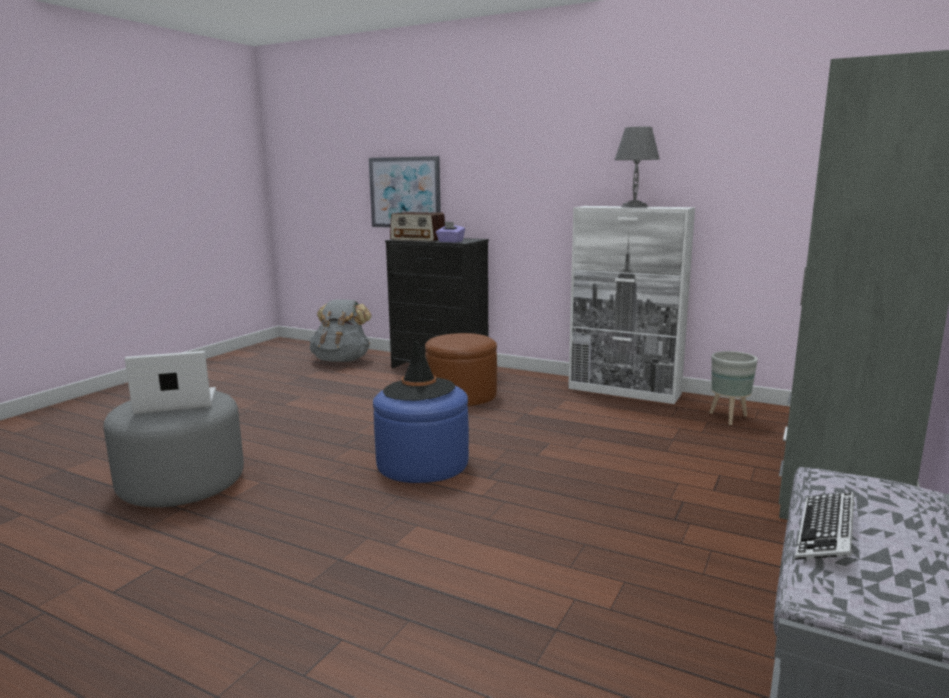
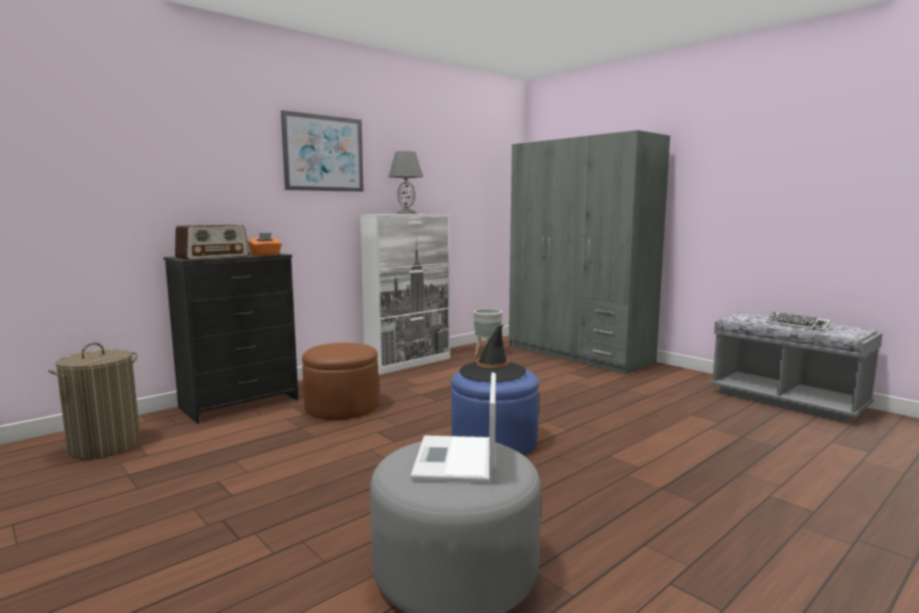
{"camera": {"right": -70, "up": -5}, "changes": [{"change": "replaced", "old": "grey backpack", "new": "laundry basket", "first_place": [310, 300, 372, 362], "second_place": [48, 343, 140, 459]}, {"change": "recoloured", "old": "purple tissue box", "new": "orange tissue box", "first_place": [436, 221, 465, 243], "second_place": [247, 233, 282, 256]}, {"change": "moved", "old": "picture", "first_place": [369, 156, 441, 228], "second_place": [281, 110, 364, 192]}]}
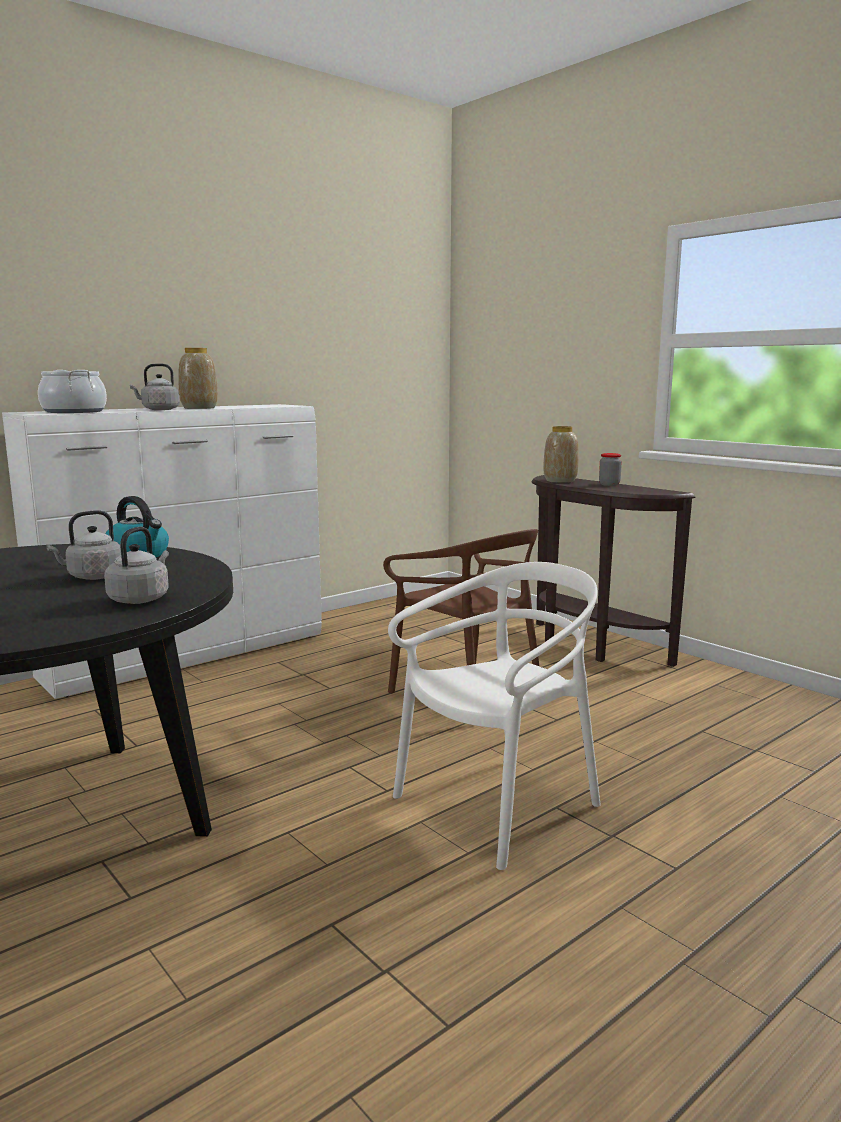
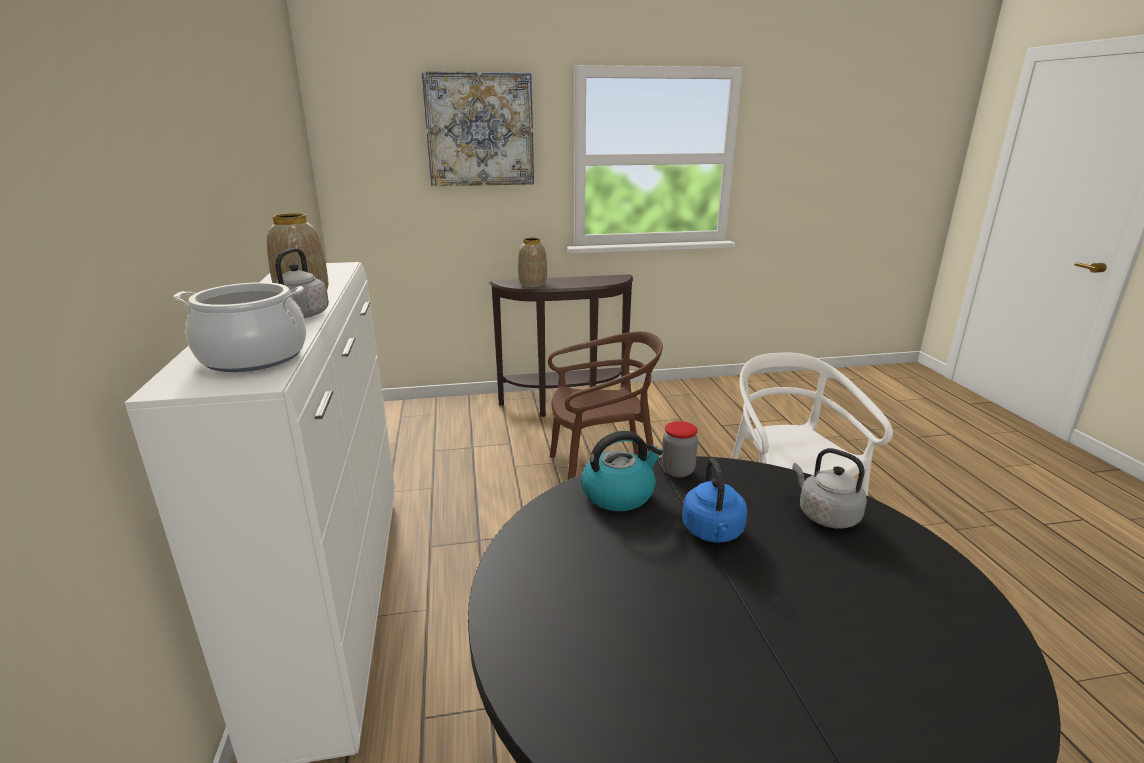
{"camera": {"right": -60, "up": 10}, "changes": [{"change": "added", "new": "picture", "second_place": [421, 71, 534, 186]}, {"change": "moved", "old": "jar", "first_place": [599, 453, 622, 486], "second_place": [661, 421, 698, 478]}, {"change": "recoloured", "old": "grey kettle", "new": "blue kettle", "first_place": [46, 510, 121, 580], "second_place": [683, 458, 747, 543]}]}
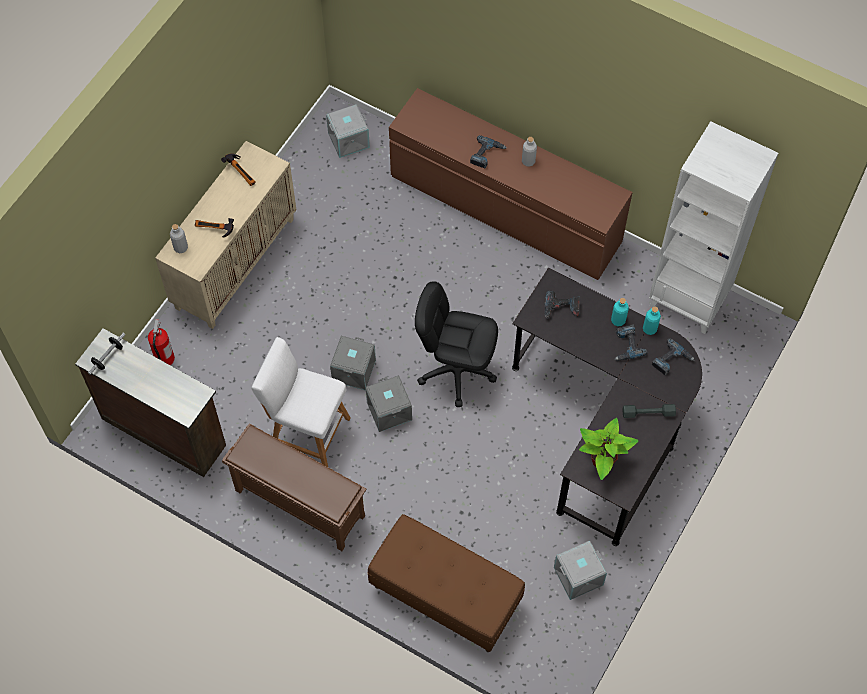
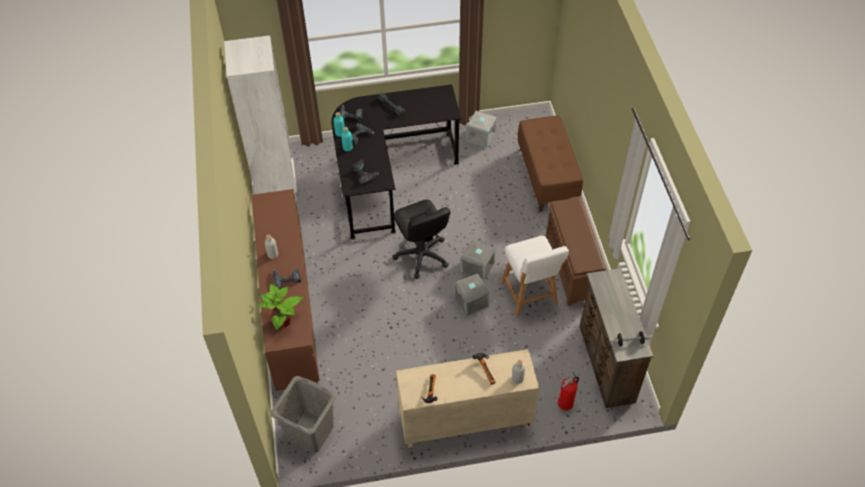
{"camera": {"right": -130, "up": -10}, "changes": [{"change": "moved", "old": "potted plant", "first_place": [579, 418, 639, 480], "second_place": [258, 284, 303, 330]}, {"change": "replaced", "old": "grey storage box", "new": "grey laundry basket", "first_place": [326, 104, 370, 158], "second_place": [270, 376, 337, 453]}]}
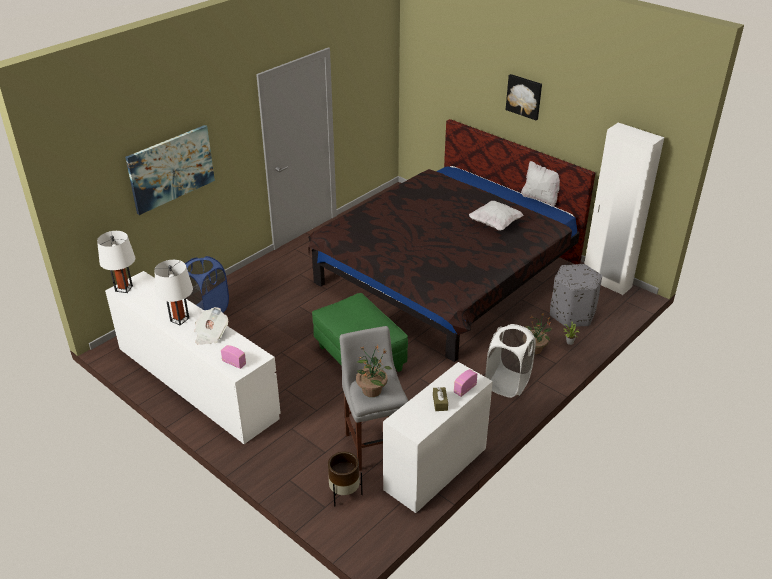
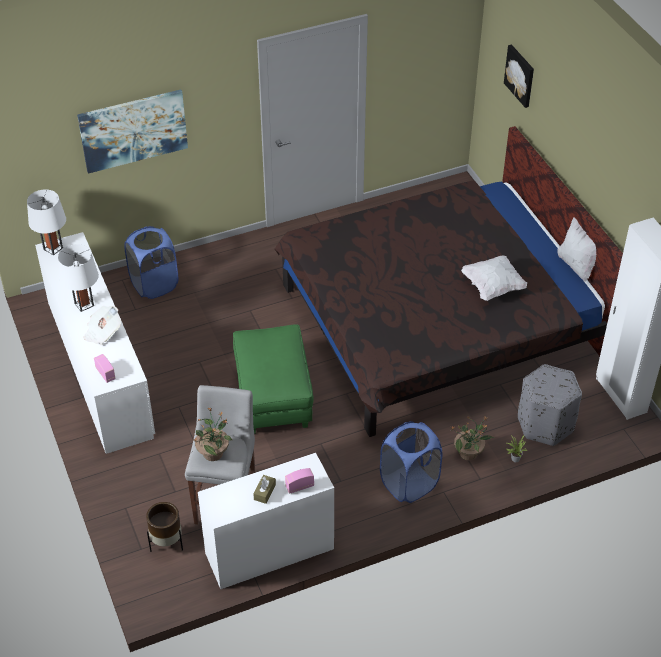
{"camera": {"right": 25, "up": 10}, "changes": [{"change": "recoloured", "old": "white laundry basket", "new": "blue laundry basket", "first_place": [485, 324, 536, 398], "second_place": [380, 421, 442, 503]}, {"change": "moved", "old": "picture", "first_place": [506, 74, 542, 120], "second_place": [504, 45, 534, 108]}]}
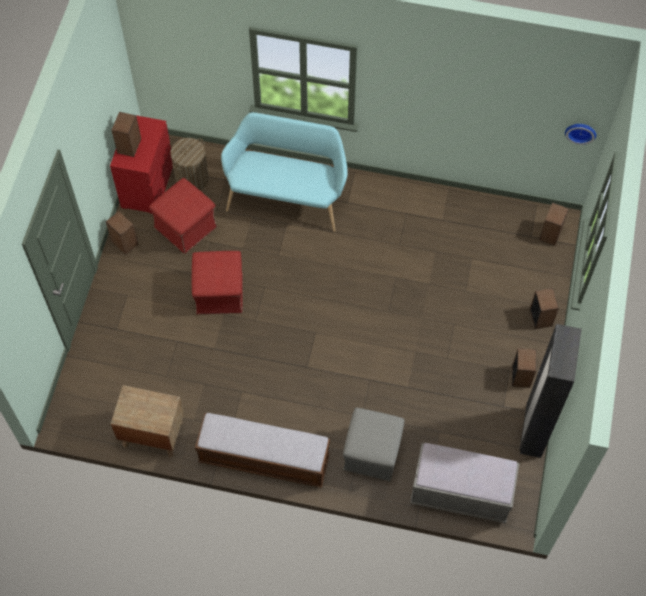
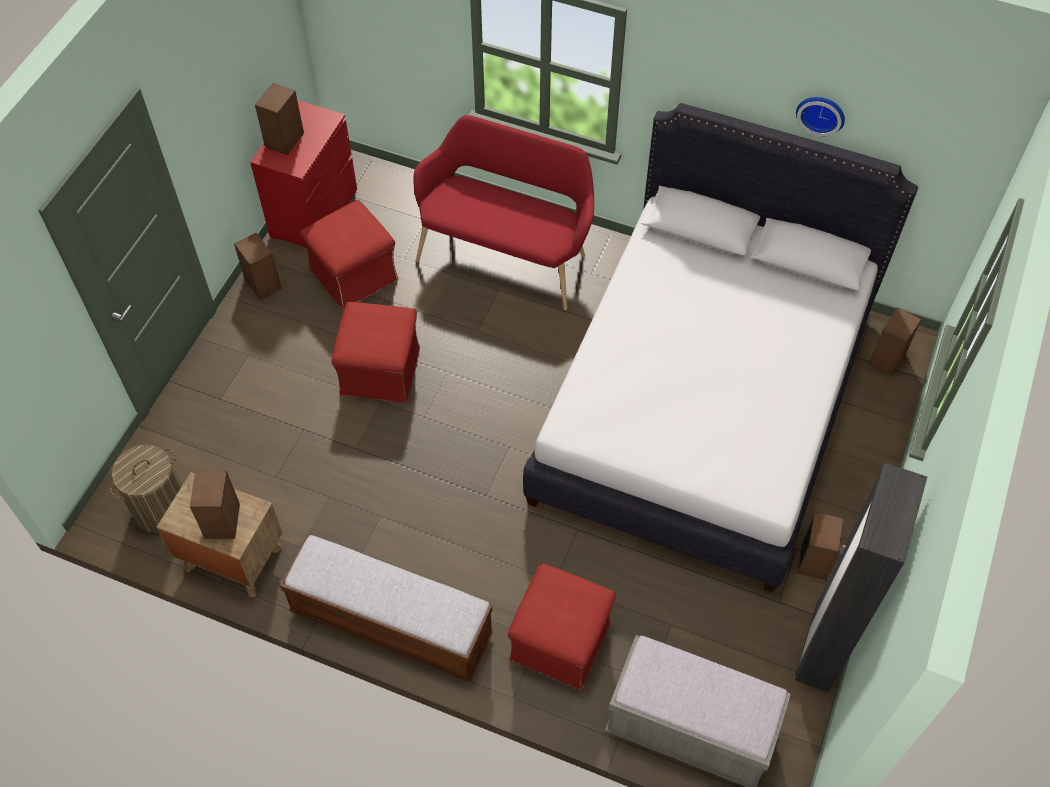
{"camera": {"right": 10, "up": -5}, "changes": [{"change": "moved", "old": "laundry basket", "first_place": [170, 138, 209, 191], "second_place": [110, 445, 182, 533]}, {"change": "moved", "old": "speaker", "first_place": [530, 288, 559, 329], "second_place": [190, 471, 240, 539]}, {"change": "recoloured", "old": "turquoise bench", "new": "red bench", "first_place": [221, 112, 348, 232], "second_place": [414, 115, 594, 310]}, {"change": "recoloured", "old": "grey ottoman", "new": "red ottoman", "first_place": [343, 408, 405, 481], "second_place": [508, 563, 616, 690]}, {"change": "added", "new": "white bed", "second_place": [523, 103, 918, 592]}, {"change": "moved", "old": "wall clock", "first_place": [565, 124, 596, 145], "second_place": [796, 97, 845, 136]}]}
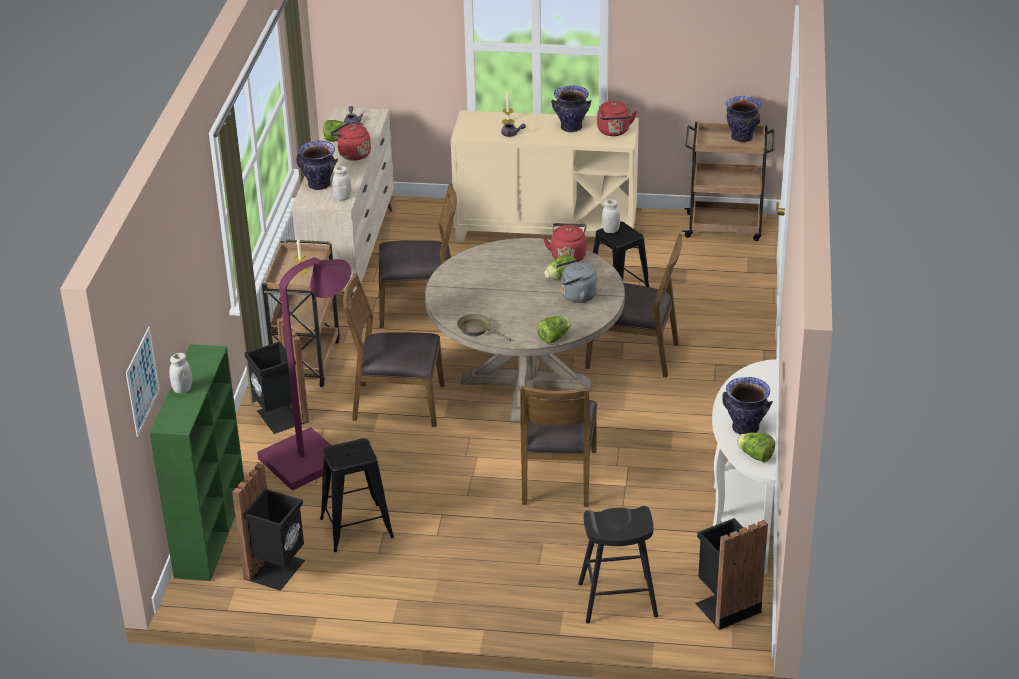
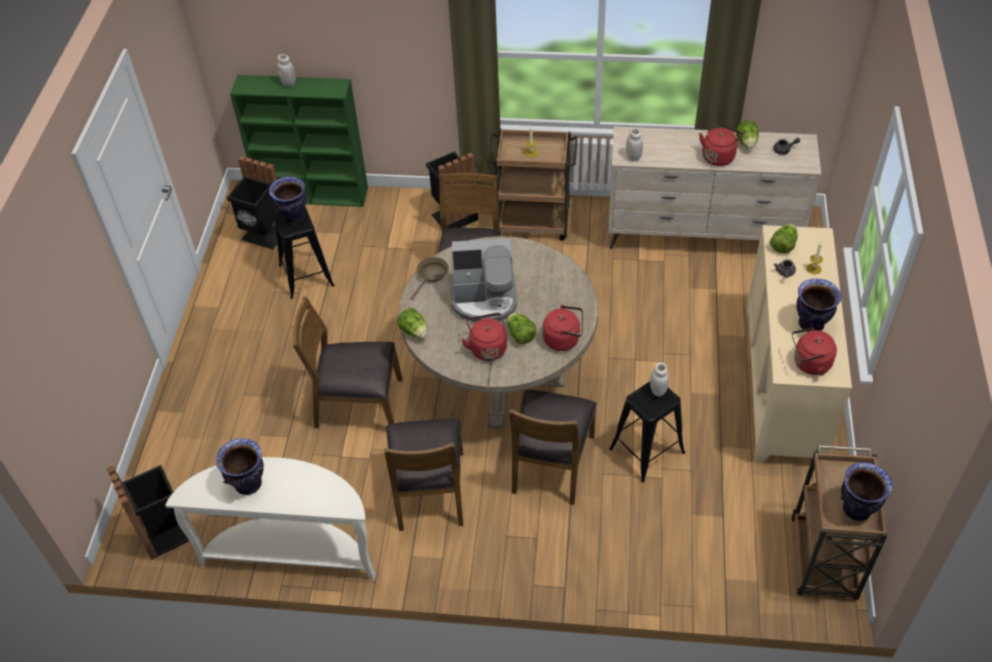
{"camera": {"right": 90, "up": 15}, "changes": [{"change": "moved", "old": "vase", "first_place": [296, 141, 338, 190], "second_place": [269, 176, 307, 224]}, {"change": "moved", "old": "brown chair", "first_place": [379, 183, 457, 328], "second_place": [384, 419, 463, 531]}, {"change": "added", "new": "coffee machine", "second_place": [449, 238, 517, 322]}, {"change": "recoloured", "old": "grey kettle", "new": "red kettle", "first_place": [556, 260, 597, 303], "second_place": [461, 313, 507, 361]}, {"change": "moved", "old": "lettuce", "first_place": [736, 432, 775, 462], "second_place": [770, 224, 798, 254]}, {"change": "removed", "old": "picture", "first_place": [126, 327, 160, 437]}, {"change": "removed", "old": "purple floor lamp", "first_place": [257, 257, 351, 491]}, {"change": "removed", "old": "black stool", "first_place": [578, 506, 658, 623]}]}
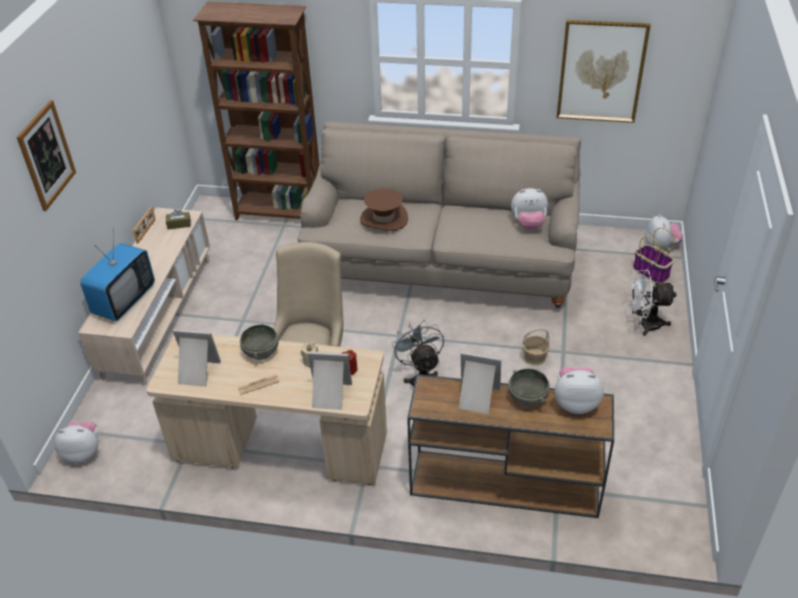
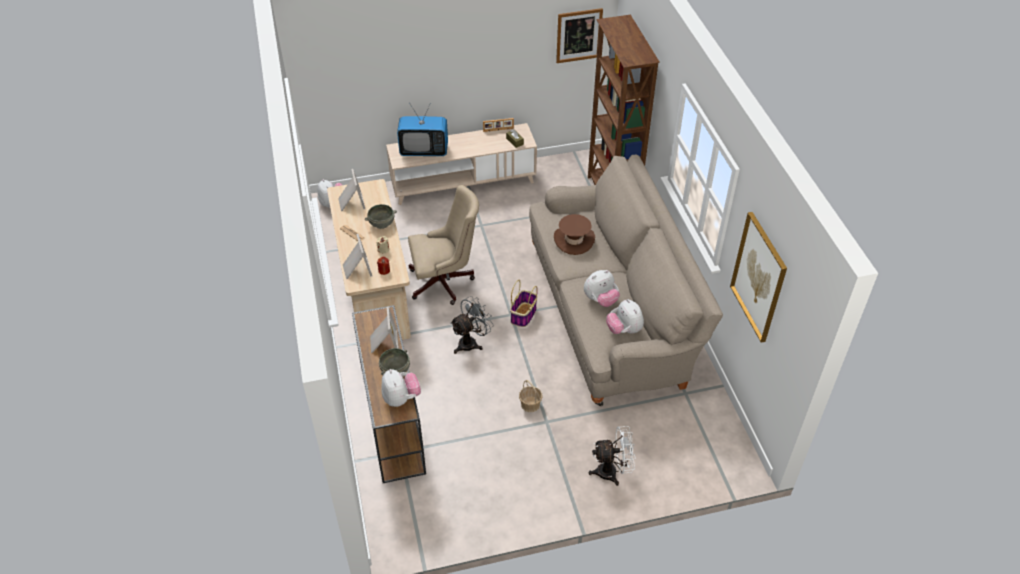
{"camera": {"right": 65, "up": 5}, "changes": [{"change": "moved", "old": "basket", "first_place": [633, 228, 675, 283], "second_place": [510, 280, 538, 327]}, {"change": "moved", "old": "picture", "first_place": [17, 100, 76, 211], "second_place": [556, 8, 603, 63]}, {"change": "moved", "old": "plush toy", "first_place": [646, 214, 683, 249], "second_place": [584, 270, 620, 307]}, {"change": "turned", "old": "white fan", "first_place": [630, 269, 676, 336], "second_place": [589, 426, 636, 486], "degrees": 105}]}
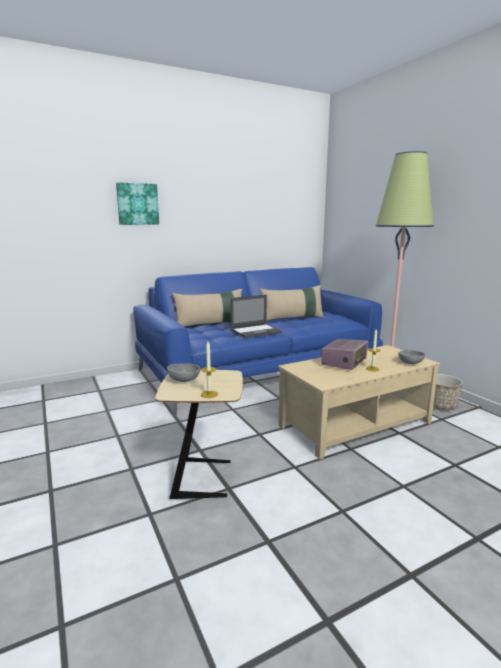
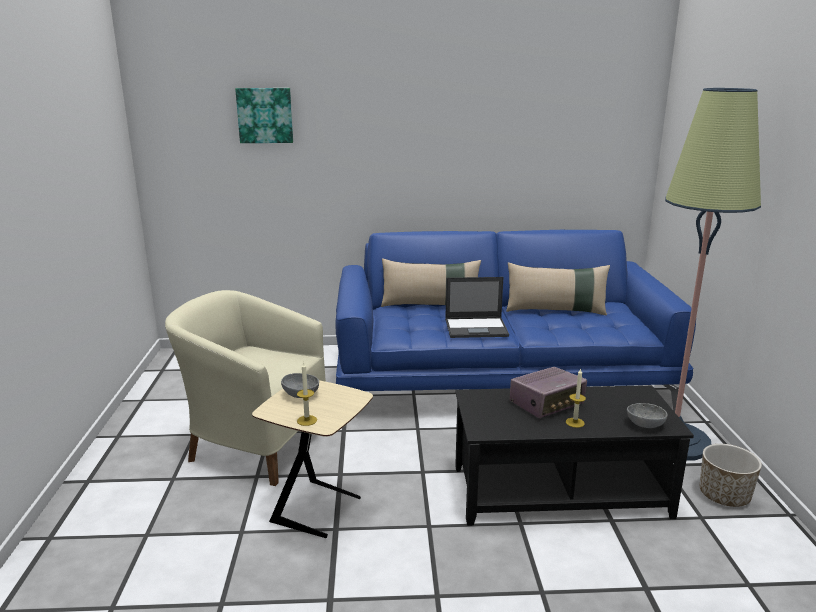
{"camera": {"right": 25, "up": 5}, "changes": [{"change": "added", "new": "beige armchair", "second_place": [165, 290, 326, 486]}, {"change": "moved", "old": "picture", "first_place": [116, 182, 159, 225], "second_place": [235, 88, 293, 143]}, {"change": "recoloured", "old": "beige coffee table", "new": "black coffee table", "first_place": [278, 345, 440, 459], "second_place": [455, 385, 694, 526]}]}
